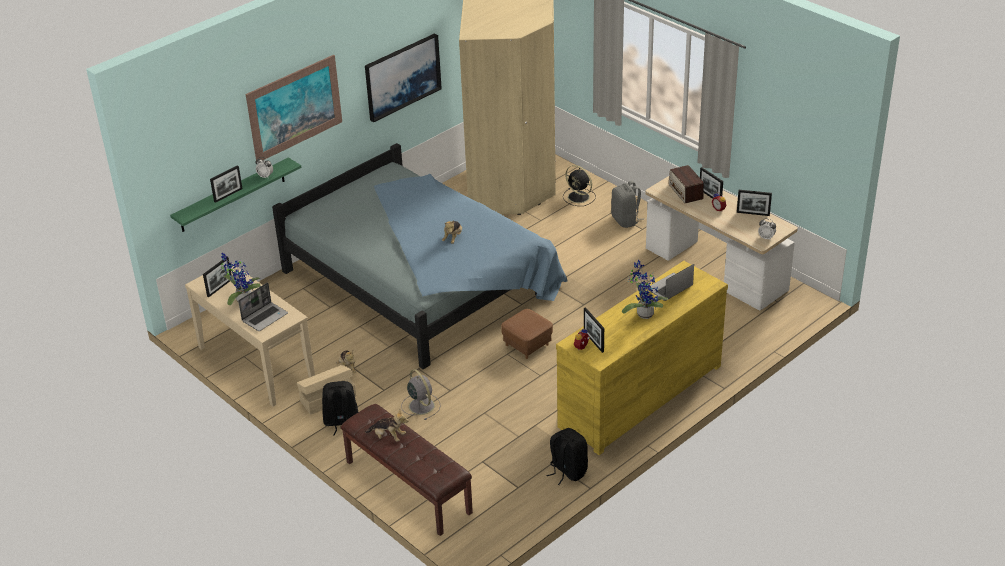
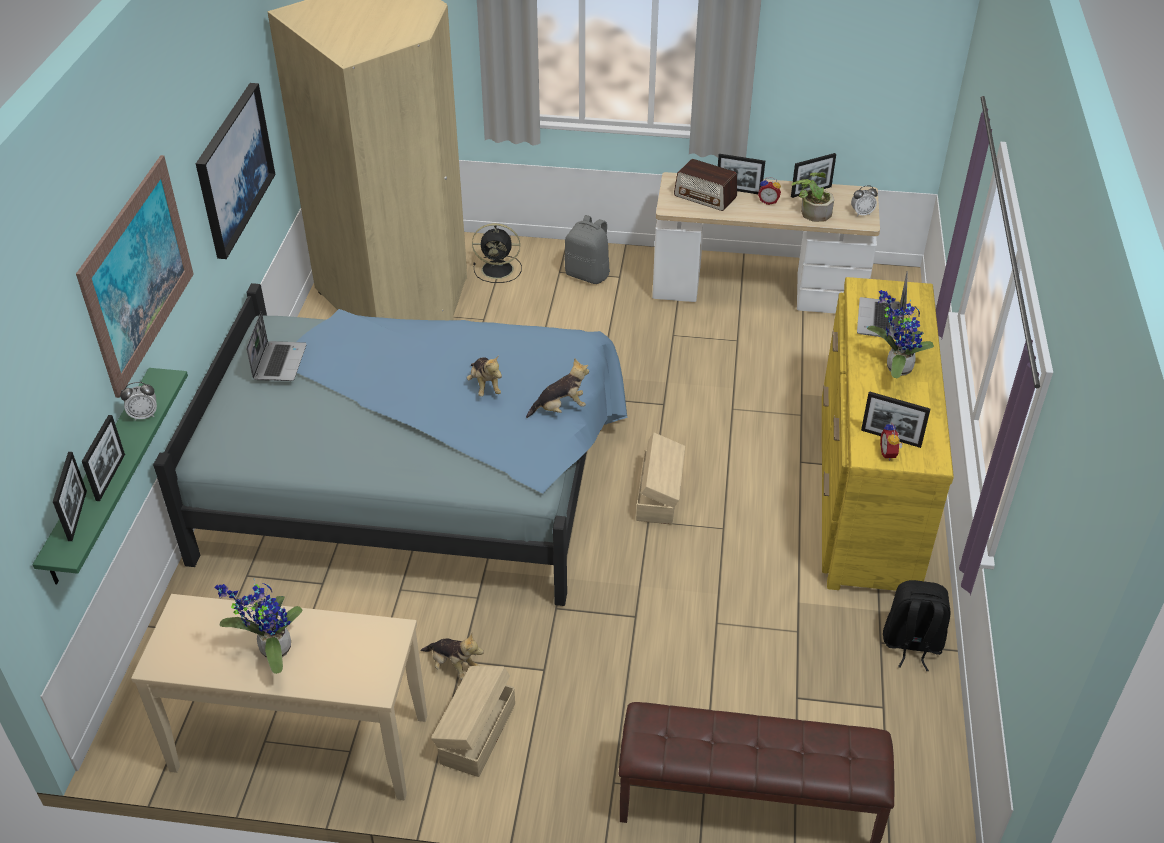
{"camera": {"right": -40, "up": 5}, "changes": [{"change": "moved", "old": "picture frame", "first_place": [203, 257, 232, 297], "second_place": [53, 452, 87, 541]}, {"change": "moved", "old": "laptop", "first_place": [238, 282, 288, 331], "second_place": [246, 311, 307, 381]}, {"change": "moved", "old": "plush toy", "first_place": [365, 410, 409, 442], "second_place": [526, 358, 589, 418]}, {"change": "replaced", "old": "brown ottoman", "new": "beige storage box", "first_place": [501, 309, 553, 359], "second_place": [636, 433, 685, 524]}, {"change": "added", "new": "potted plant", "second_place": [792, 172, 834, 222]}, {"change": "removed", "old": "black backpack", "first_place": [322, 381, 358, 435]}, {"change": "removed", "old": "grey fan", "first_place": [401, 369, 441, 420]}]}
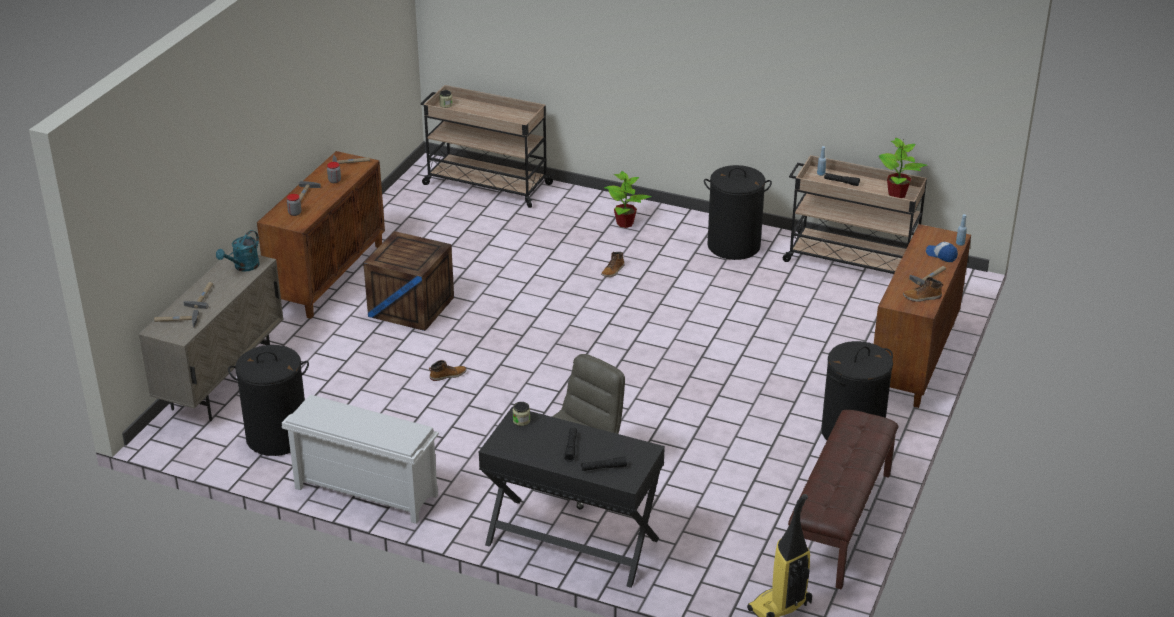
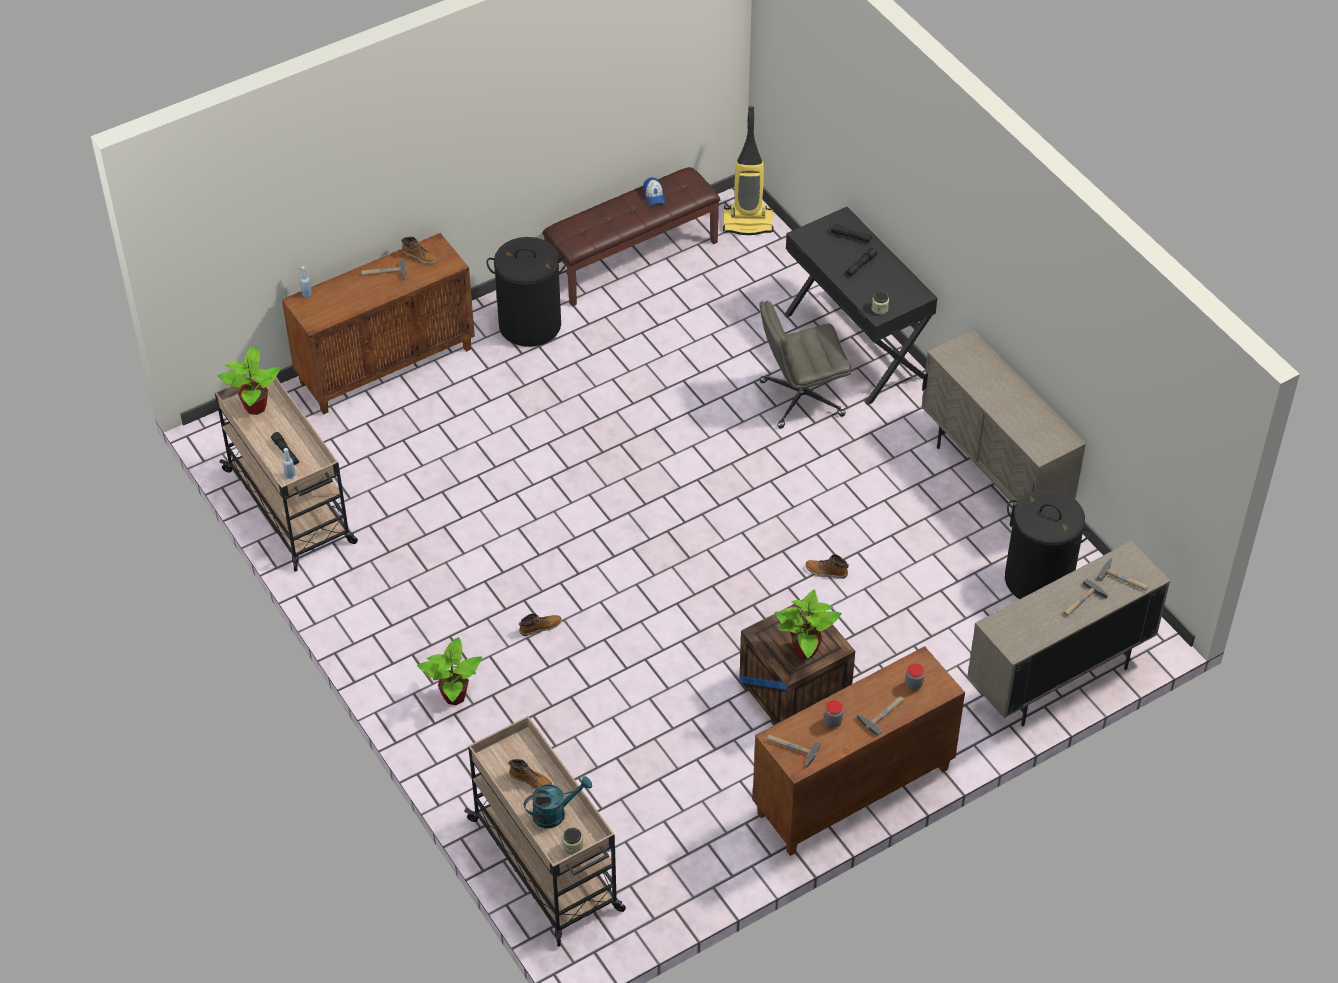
{"camera": {"right": -145, "up": 15}, "changes": [{"change": "added", "new": "boot", "second_place": [508, 759, 553, 789]}, {"change": "moved", "old": "turquoise watering can", "first_place": [216, 230, 260, 272], "second_place": [524, 776, 592, 828]}, {"change": "moved", "old": "cap", "first_place": [926, 242, 958, 262], "second_place": [643, 177, 666, 206]}, {"change": "added", "new": "potted plant", "second_place": [774, 589, 842, 659]}, {"change": "replaced", "old": "white shoe rack", "new": "beige cabinet", "first_place": [282, 395, 439, 524], "second_place": [921, 330, 1086, 527]}, {"change": "removed", "old": "black laundry basket", "first_place": [704, 165, 772, 260]}]}
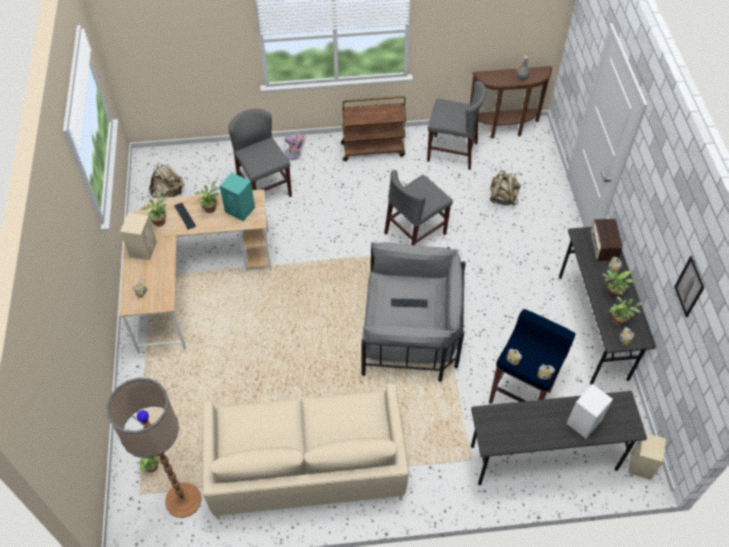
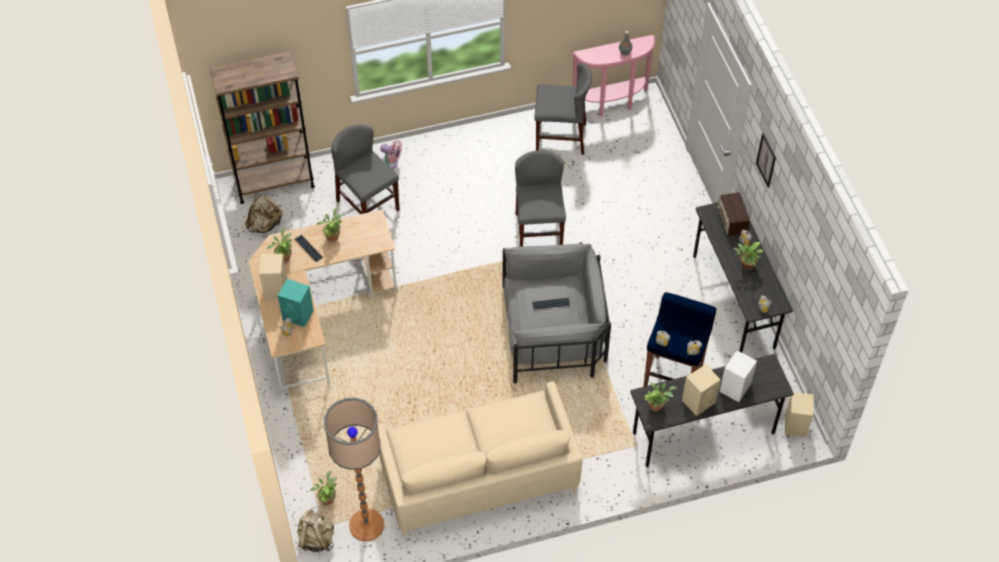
{"camera": {"right": -10, "up": 0}, "changes": [{"change": "added", "new": "brown bookcase", "second_place": [209, 51, 315, 204]}, {"change": "moved", "old": "turquoise speaker", "first_place": [220, 172, 255, 221], "second_place": [278, 279, 314, 327]}, {"change": "moved", "old": "beige backpack", "first_place": [490, 170, 520, 206], "second_place": [297, 509, 334, 552]}, {"change": "turned", "old": "grey chair", "first_place": [384, 170, 453, 245], "second_place": [515, 150, 566, 247], "degrees": 135}, {"change": "recoloured", "old": "brown console table", "new": "pink console table", "first_place": [470, 66, 552, 139], "second_place": [572, 35, 655, 116]}, {"change": "moved", "old": "potted plant", "first_place": [610, 296, 644, 326], "second_place": [644, 383, 677, 412]}, {"change": "added", "new": "beige speaker", "second_place": [682, 364, 721, 416]}, {"change": "moved", "old": "picture", "first_place": [674, 256, 705, 317], "second_place": [756, 133, 776, 188]}, {"change": "removed", "old": "brown cart", "first_place": [341, 96, 406, 161]}]}
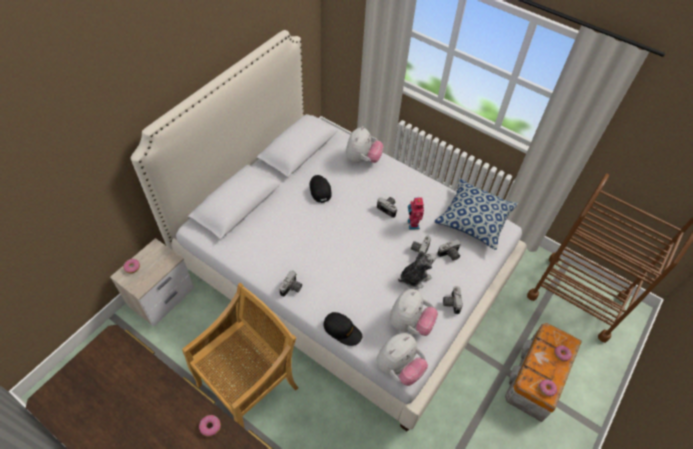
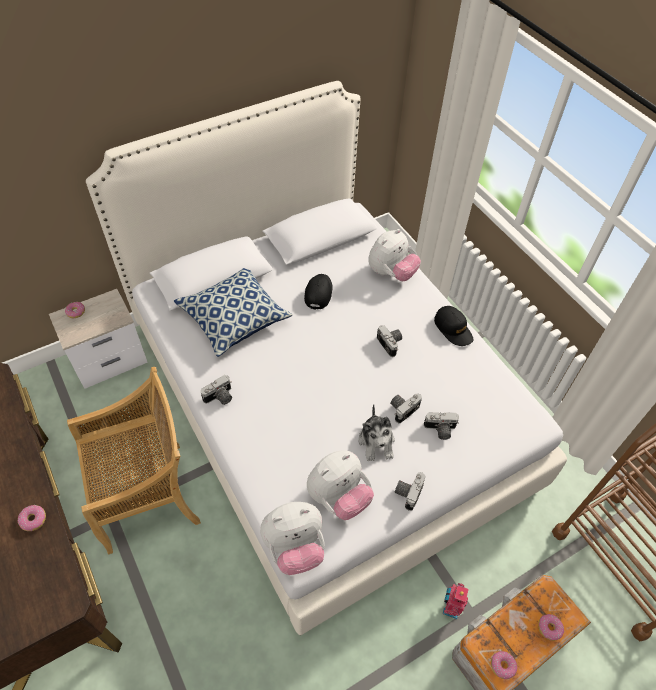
{"camera": {"right": 25, "up": 0}, "changes": [{"change": "moved", "old": "pillow", "first_place": [434, 178, 518, 250], "second_place": [173, 268, 293, 357]}, {"change": "turned", "old": "plush toy", "first_place": [398, 251, 436, 289], "second_place": [359, 404, 395, 461], "degrees": 90}, {"change": "moved", "old": "black cap", "first_place": [324, 312, 362, 346], "second_place": [434, 306, 473, 346]}, {"change": "moved", "old": "toy robot", "first_place": [408, 196, 424, 230], "second_place": [442, 583, 469, 619]}]}
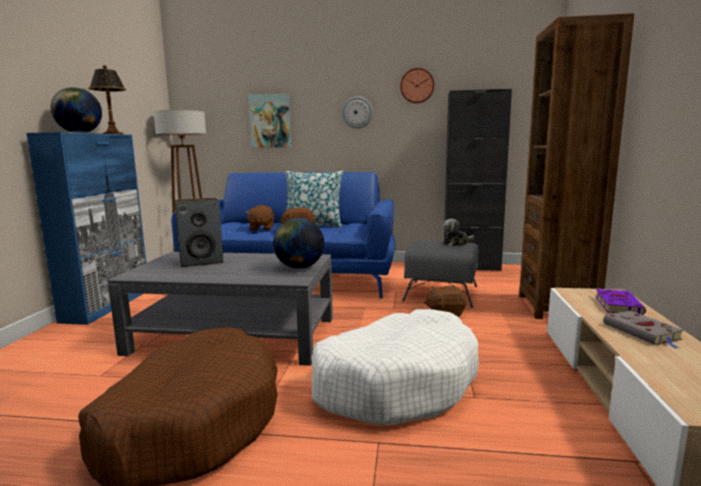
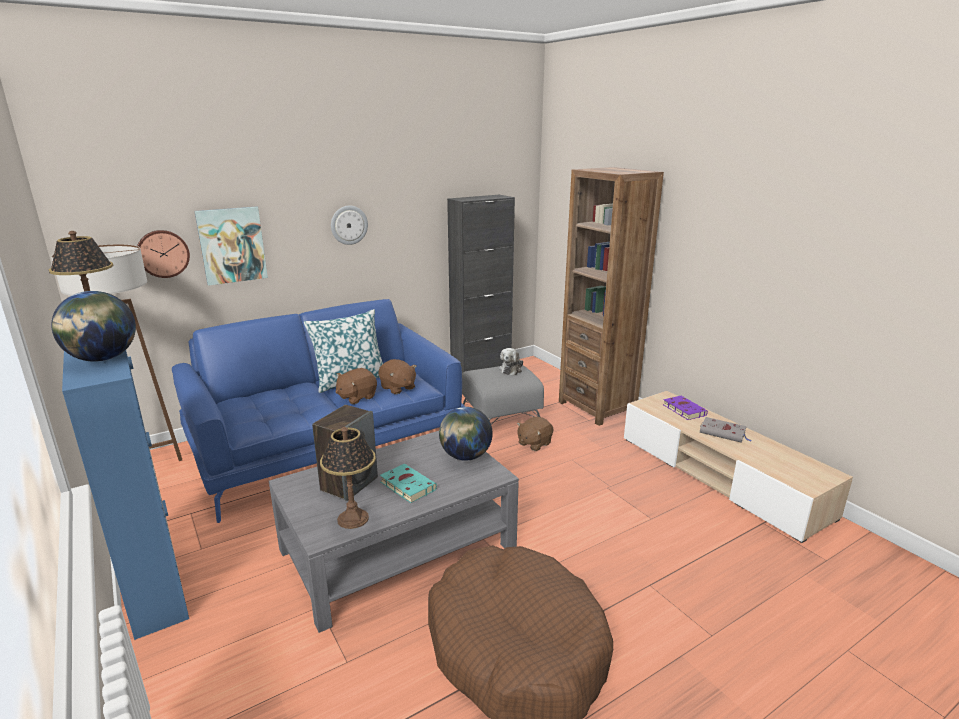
{"camera": {"right": -40, "up": 10}, "changes": [{"change": "moved", "old": "wall clock", "first_place": [400, 68, 434, 103], "second_place": [137, 230, 190, 278]}, {"change": "added", "new": "table lamp", "second_place": [320, 427, 376, 529]}, {"change": "moved", "old": "brown plush toy", "first_place": [246, 205, 274, 231], "second_place": [378, 359, 417, 394]}, {"change": "added", "new": "turquoise book", "second_place": [380, 464, 437, 503]}, {"change": "removed", "old": "white dog bed", "first_place": [312, 309, 479, 425]}]}
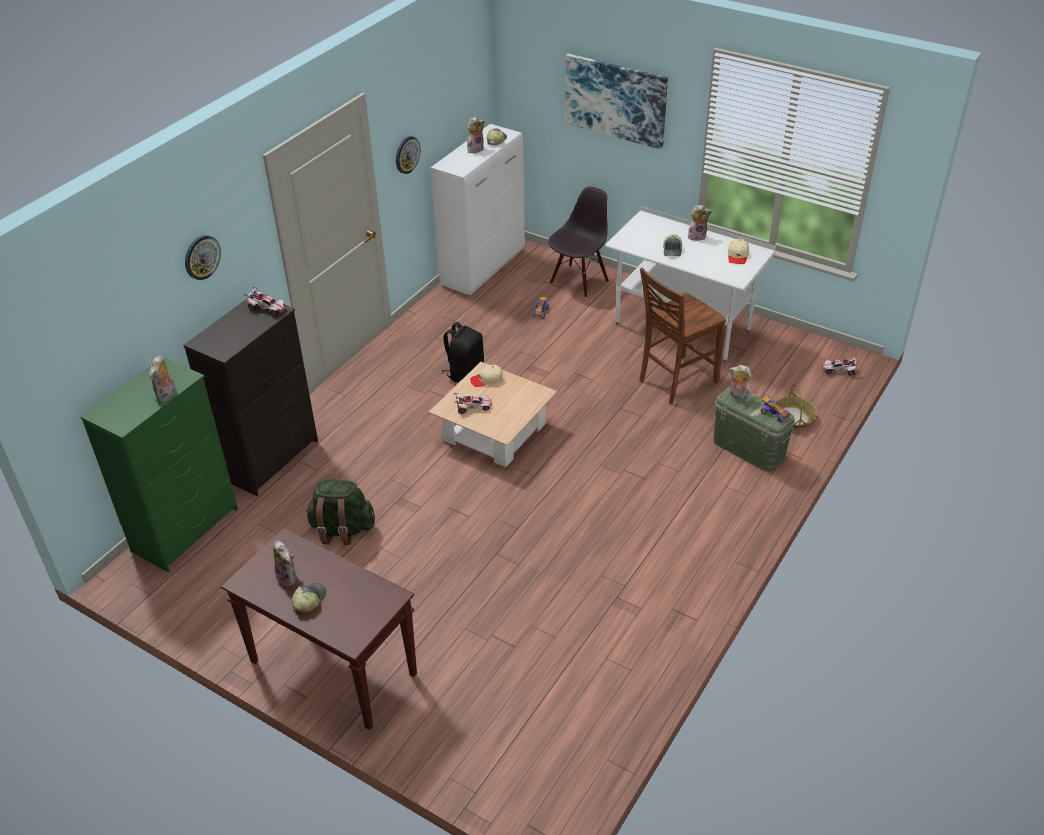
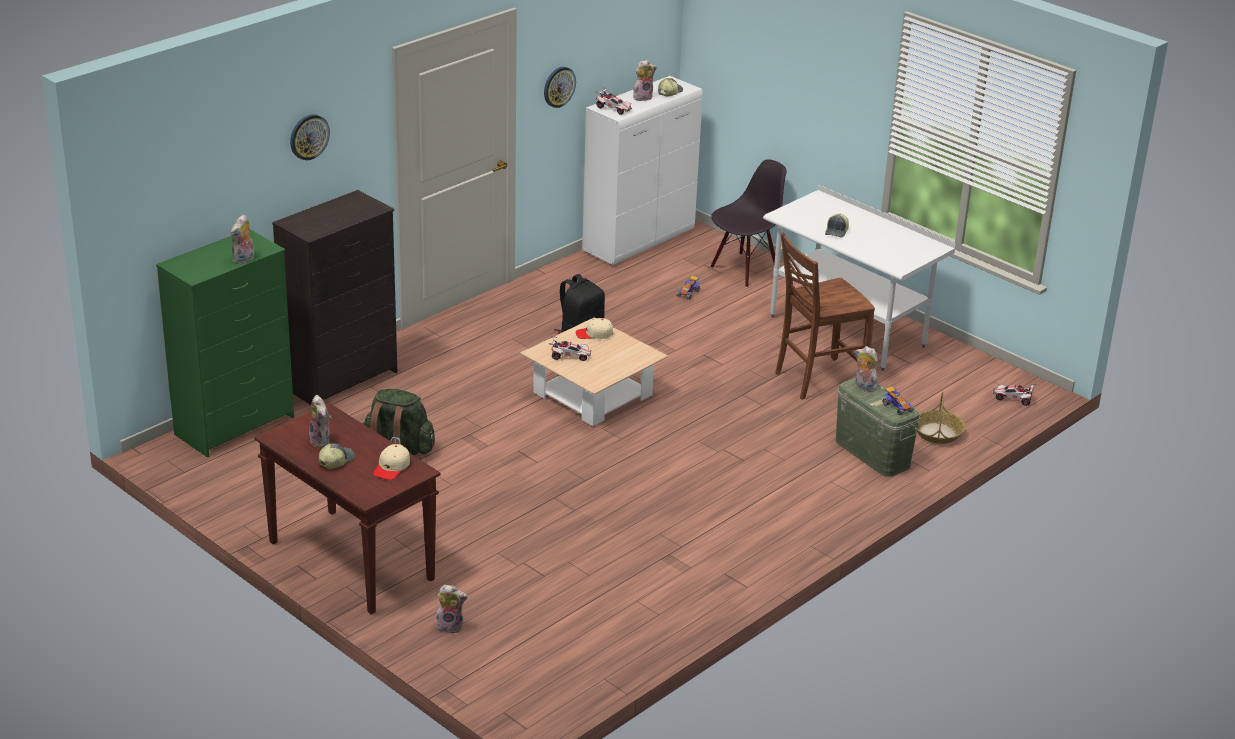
{"camera": {"right": 10, "up": -10}, "changes": [{"change": "moved", "old": "beige cap", "first_place": [728, 239, 749, 264], "second_place": [373, 444, 410, 480]}, {"change": "moved", "old": "plush toy", "first_place": [688, 205, 712, 241], "second_place": [436, 585, 468, 634]}, {"change": "moved", "old": "toy car", "first_place": [244, 286, 287, 316], "second_place": [595, 87, 632, 115]}, {"change": "removed", "old": "picture", "first_place": [565, 54, 668, 149]}]}
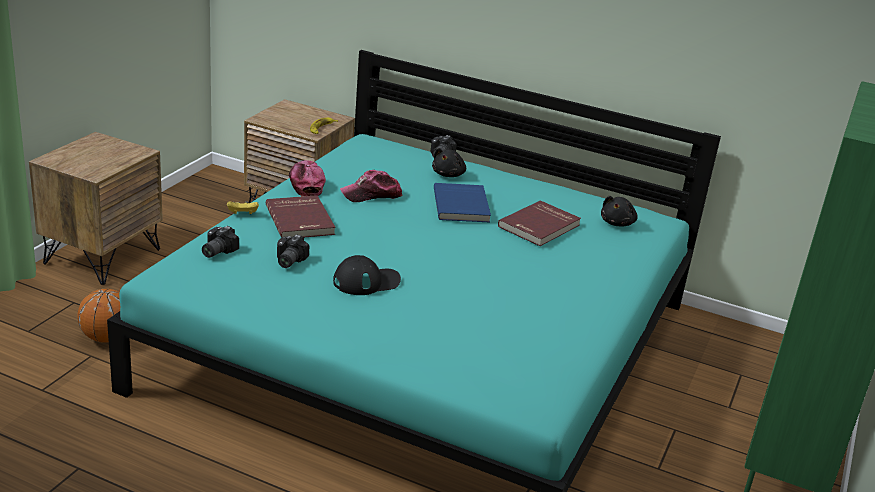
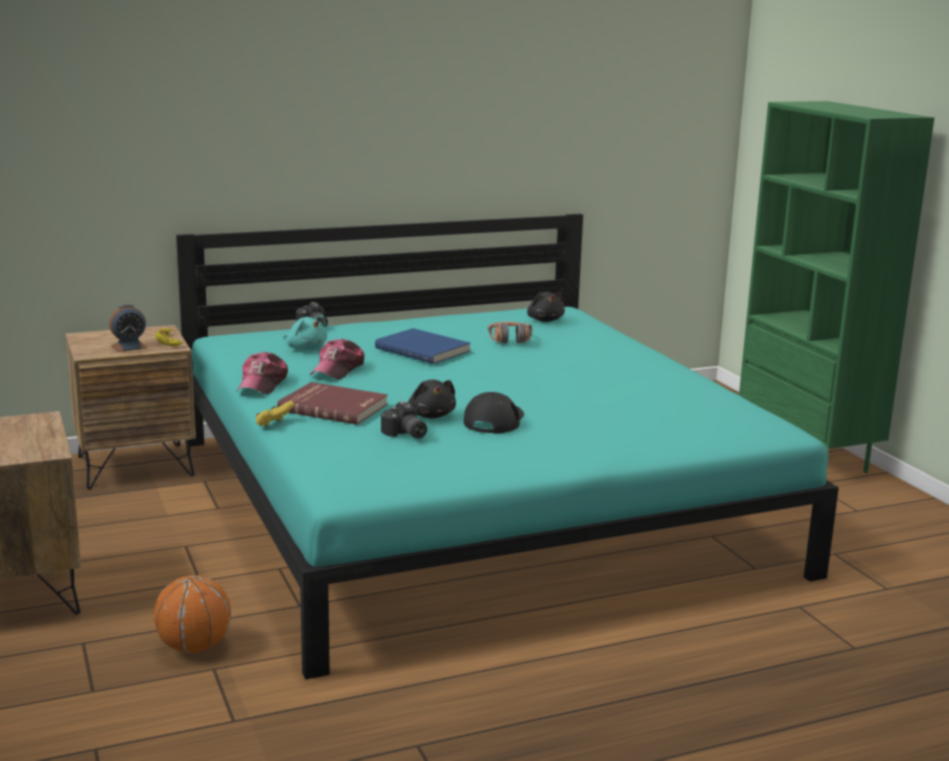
{"camera": {"right": -45, "up": -10}, "changes": [{"change": "added", "new": "alarm clock", "second_place": [109, 304, 147, 352]}, {"change": "turned", "old": "cap", "first_place": [289, 160, 326, 196], "second_place": [236, 352, 288, 395], "degrees": -105}, {"change": "added", "new": "turquoise plush toy", "second_place": [284, 315, 327, 350]}, {"change": "moved", "old": "black plush toy", "first_place": [432, 148, 466, 177], "second_place": [408, 379, 456, 419]}, {"change": "replaced", "old": "red book", "new": "headphones", "first_place": [498, 200, 581, 246], "second_place": [488, 322, 532, 344]}, {"change": "removed", "old": "photo camera", "first_place": [202, 226, 239, 258]}]}
